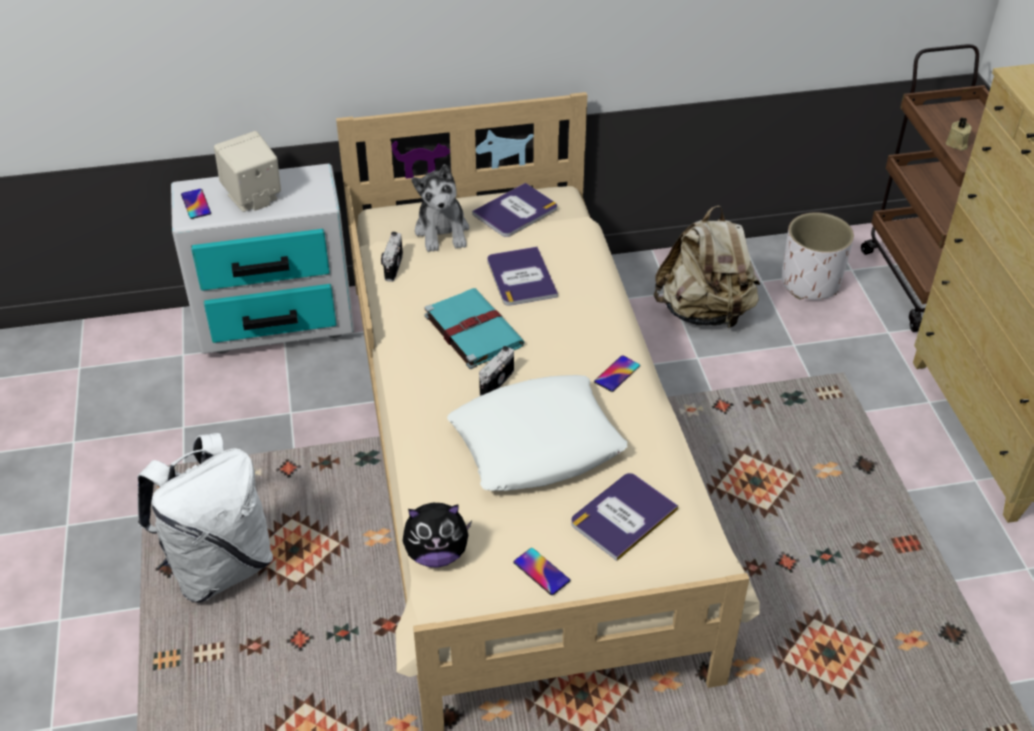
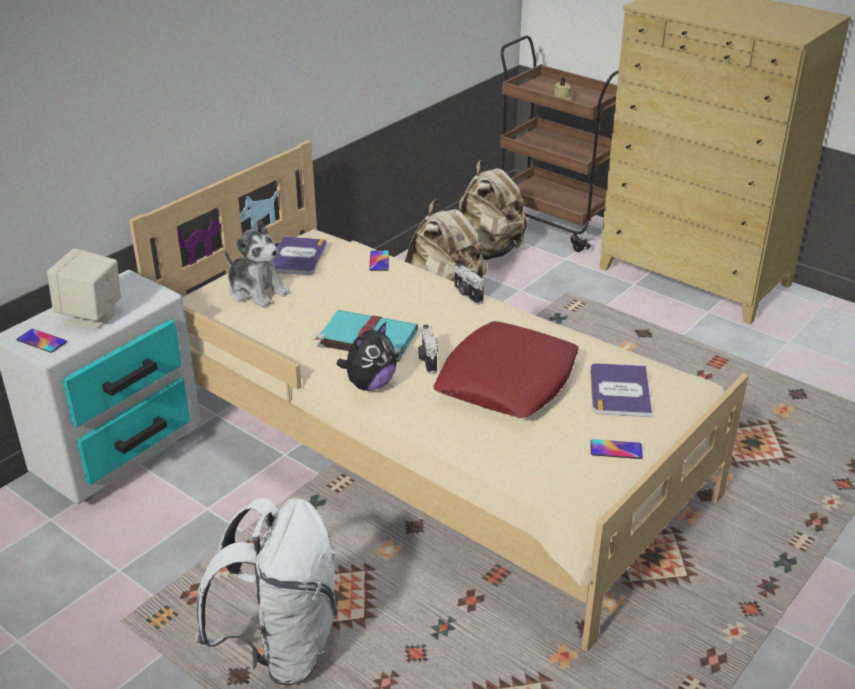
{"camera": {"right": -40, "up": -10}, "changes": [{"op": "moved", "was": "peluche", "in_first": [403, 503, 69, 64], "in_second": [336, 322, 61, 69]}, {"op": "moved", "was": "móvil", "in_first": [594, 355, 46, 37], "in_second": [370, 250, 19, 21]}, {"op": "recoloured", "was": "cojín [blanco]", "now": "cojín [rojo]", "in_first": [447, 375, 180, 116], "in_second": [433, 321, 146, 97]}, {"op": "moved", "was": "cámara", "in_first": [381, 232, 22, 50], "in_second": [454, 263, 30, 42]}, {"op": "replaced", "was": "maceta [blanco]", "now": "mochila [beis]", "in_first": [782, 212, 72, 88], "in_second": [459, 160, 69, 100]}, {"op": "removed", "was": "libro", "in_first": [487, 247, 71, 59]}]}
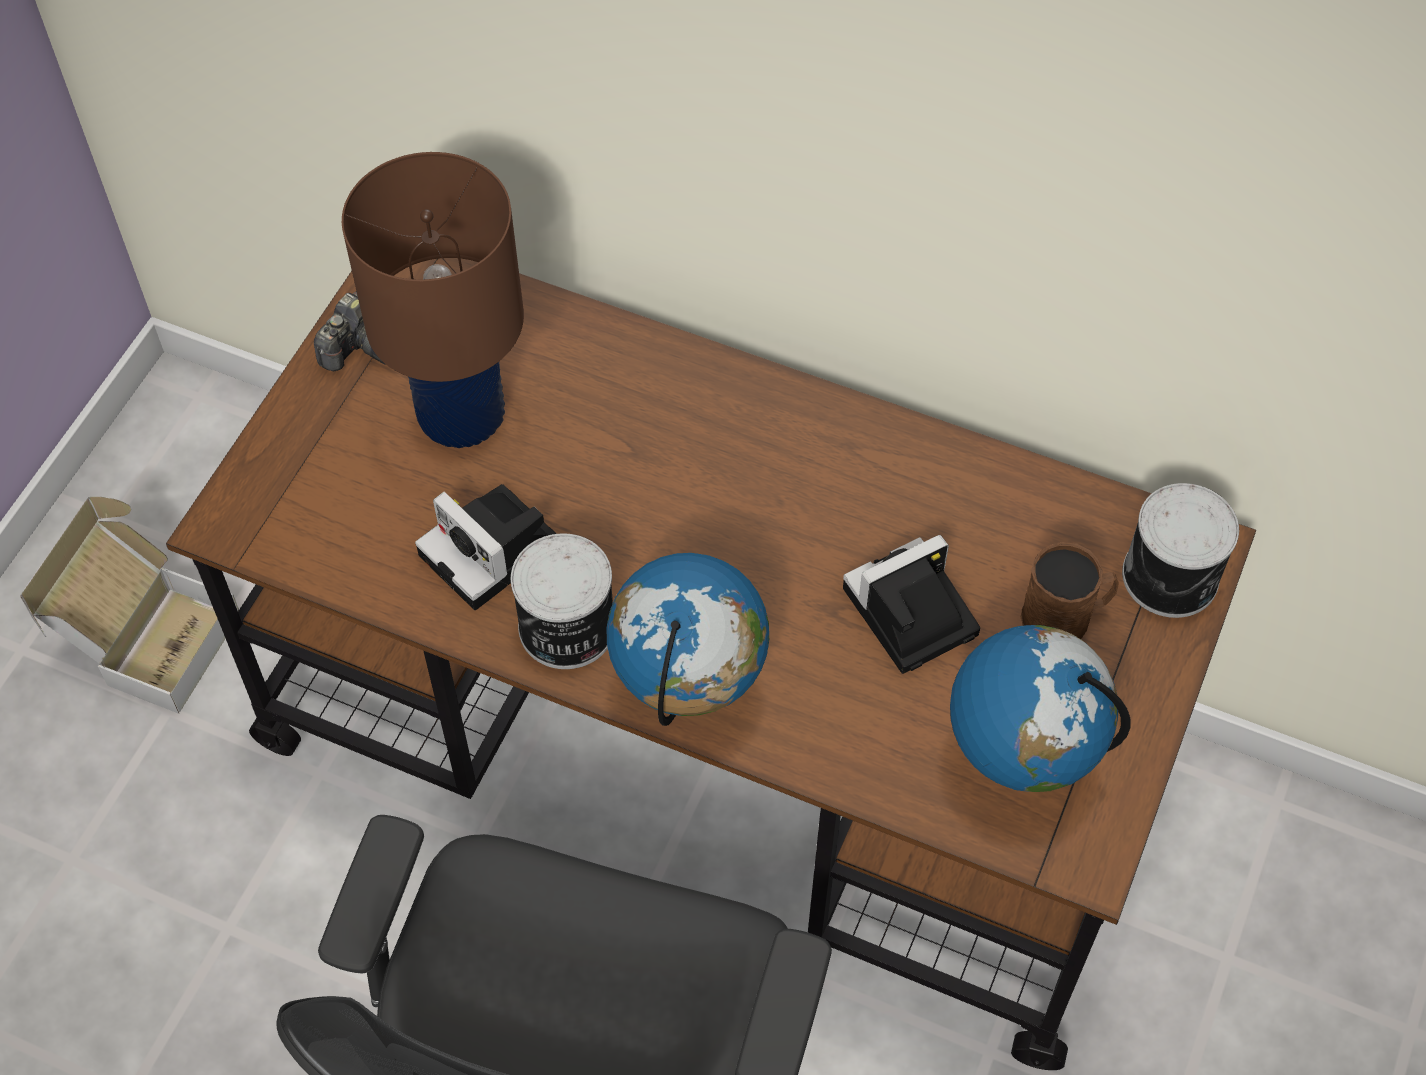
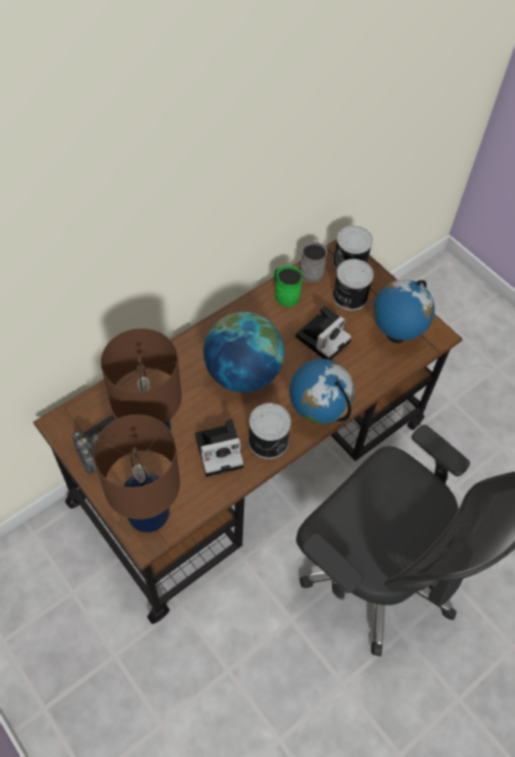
{"camera": {"right": -65, "up": 0}, "changes": [{"op": "added", "now": "lámpara de mesa [marrón]", "in_second": [93, 414, 87, 119]}, {"op": "added", "now": "globo terráqueo", "in_second": [203, 312, 81, 81]}, {"op": "added", "now": "taza grande [verde]", "in_second": [274, 265, 28, 42]}, {"op": "turned", "was": "cámara", "in_first": [843, 535, 137, 139], "in_second": [296, 305, 56, 55], "clockwise": -135}, {"op": "added", "now": "taza grande [gris]", "in_second": [300, 242, 27, 41]}, {"op": "replaced", "was": "taza grande [marrón]", "now": "lata", "in_first": [1021, 542, 97, 97], "in_second": [333, 259, 41, 51]}, {"op": "removed", "was": "caja de cartón", "in_first": [20, 497, 219, 217]}]}
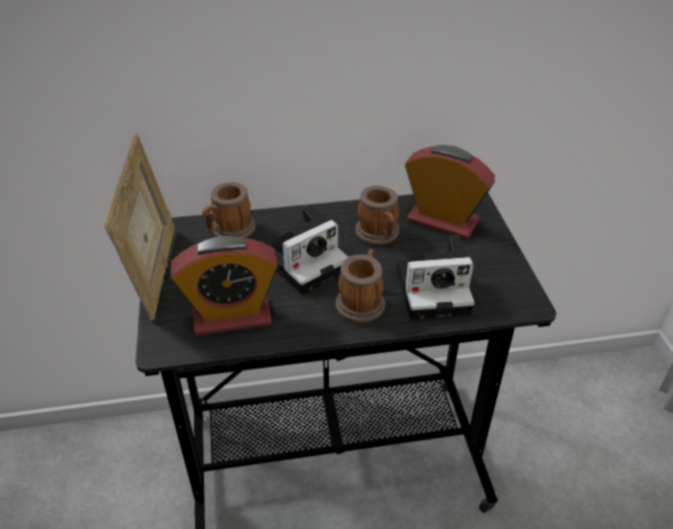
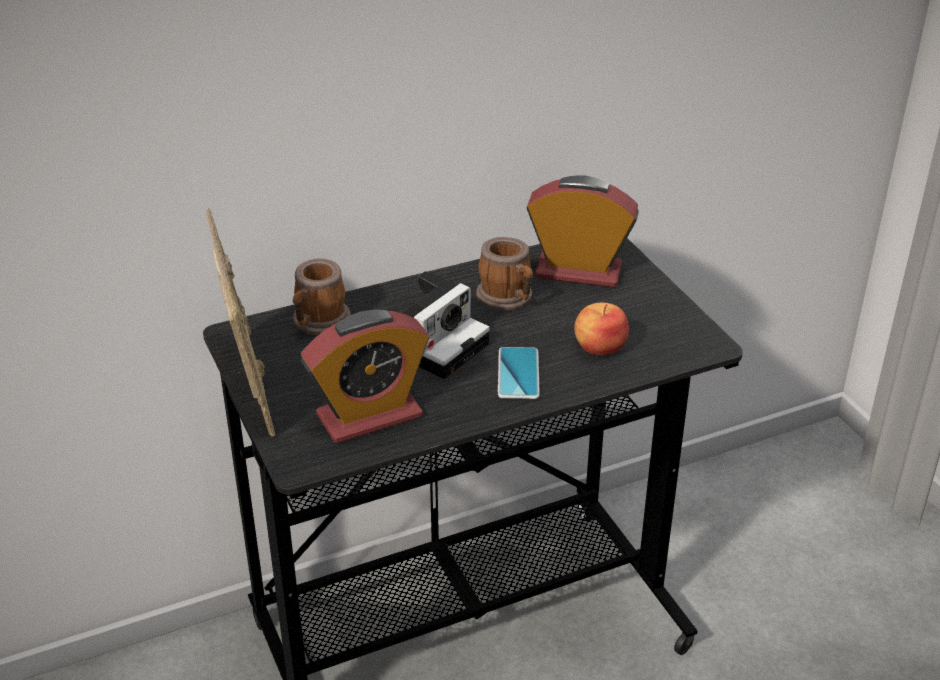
{"camera": {"right": -15, "up": -5}, "changes": [{"op": "replaced", "was": "taza grande", "now": "móvil", "in_first": [335, 249, 50, 74], "in_second": [498, 347, 42, 52]}, {"op": "replaced", "was": "cámara", "now": "manzana", "in_first": [397, 235, 78, 85], "in_second": [574, 303, 55, 52]}]}
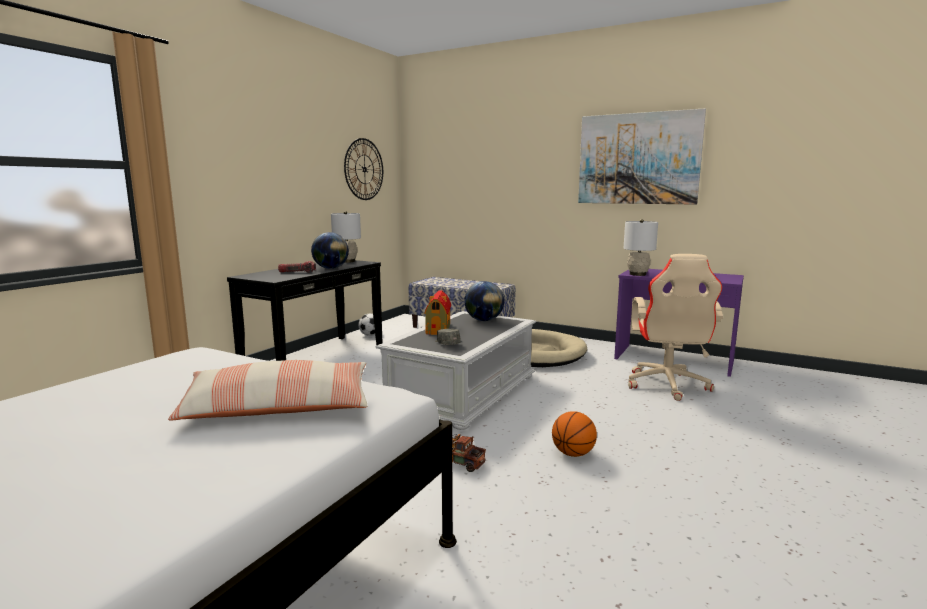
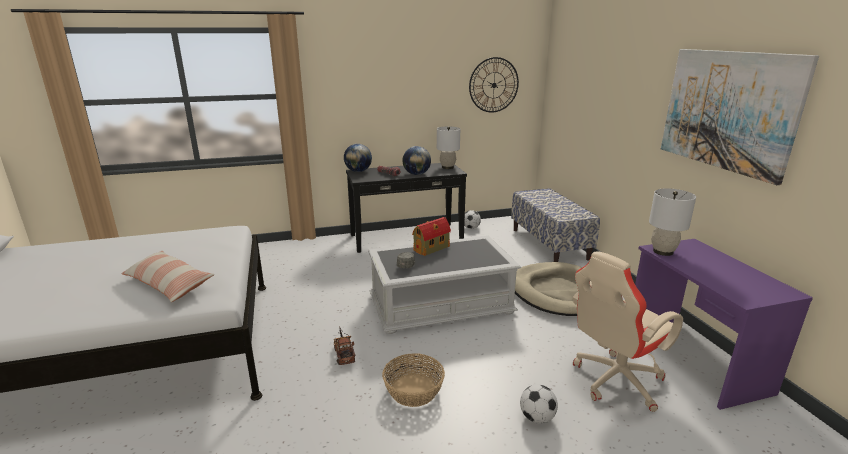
{"camera": {"right": 45, "up": 10}, "changes": [{"op": "moved", "was": "globo terráqueo", "in_first": [464, 281, 40, 40], "in_second": [344, 144, 28, 28]}, {"op": "replaced", "was": "balón de baloncesto", "now": "cesta", "in_first": [552, 411, 45, 46], "in_second": [382, 353, 63, 54]}, {"op": "added", "now": "balón de fútbol", "in_second": [520, 384, 38, 40]}]}
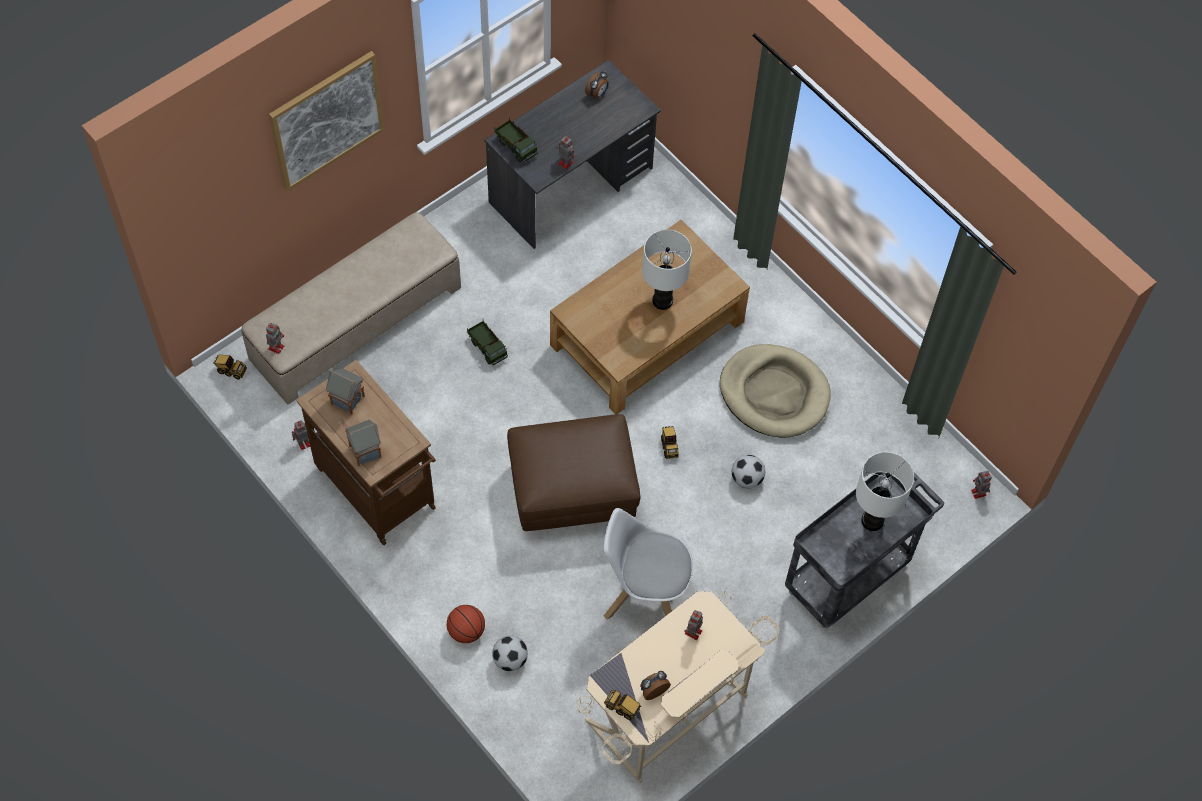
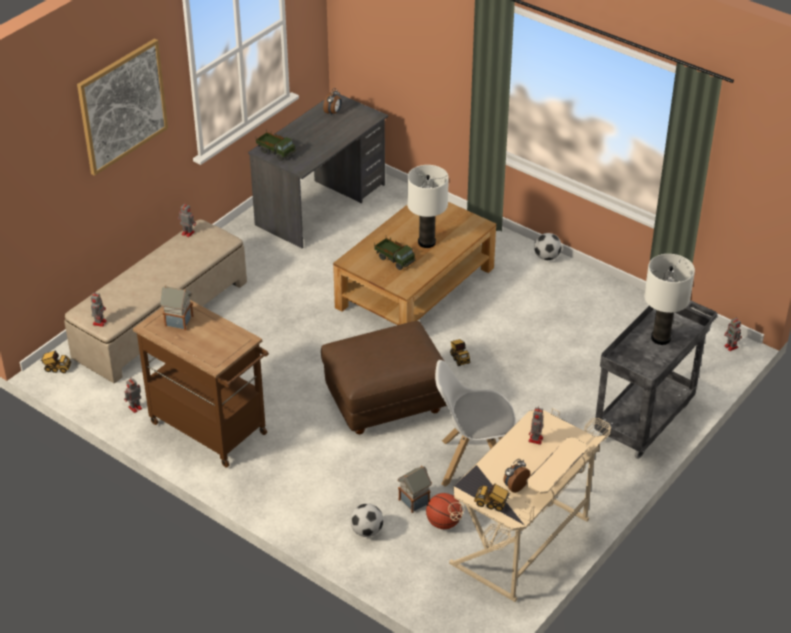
{"camera": {"right": -10, "up": -20}, "changes": [{"op": "moved", "was": "robot de juguete", "in_first": [556, 136, 20, 34], "in_second": [178, 204, 18, 33]}, {"op": "moved", "was": "camión de juguete", "in_first": [467, 321, 41, 44], "in_second": [374, 238, 42, 32]}, {"op": "moved", "was": "casita", "in_first": [345, 420, 37, 46], "in_second": [397, 465, 35, 48]}, {"op": "moved", "was": "balón de baloncesto", "in_first": [447, 605, 38, 38], "in_second": [426, 493, 36, 36]}, {"op": "moved", "was": "balón de fútbol", "in_first": [732, 455, 33, 33], "in_second": [534, 233, 28, 27]}, {"op": "removed", "was": "cama para perro [beis]", "in_first": [720, 344, 111, 93]}]}
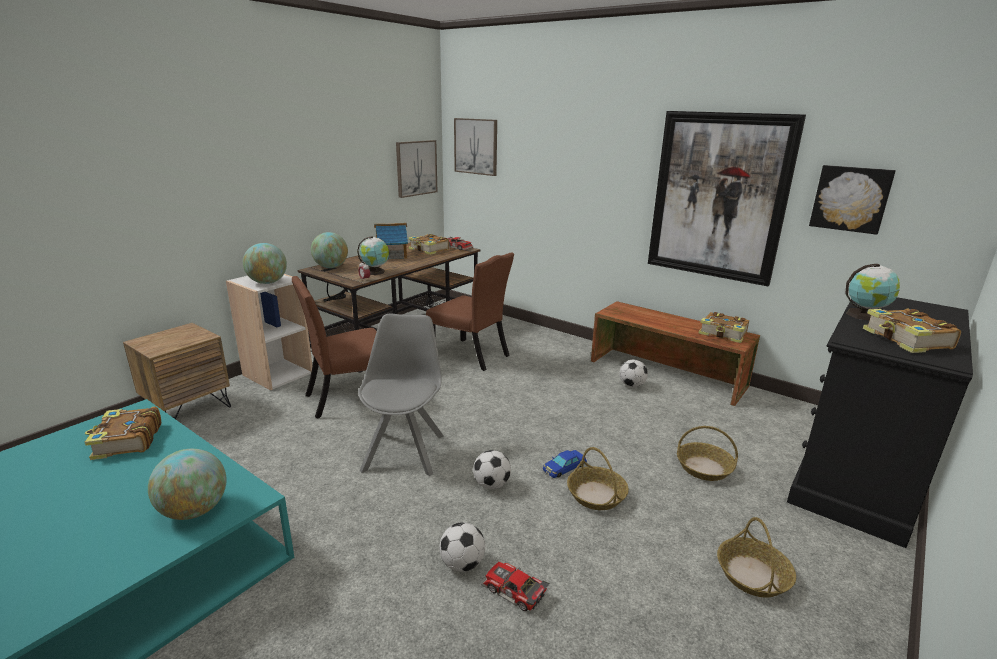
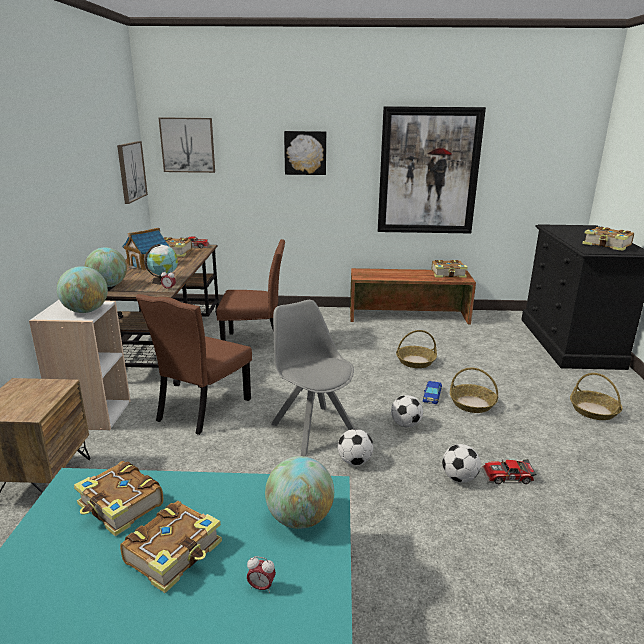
{"camera": {"right": -35, "up": 0}, "changes": [{"op": "added", "now": "libro", "in_second": [120, 501, 102, 92]}, {"op": "added", "now": "despertador", "in_second": [247, 556, 29, 37]}, {"op": "moved", "was": "cuadro", "in_first": [809, 165, 87, 70], "in_second": [284, 131, 42, 44]}, {"op": "moved", "was": "balón de fútbol", "in_first": [619, 360, 29, 27], "in_second": [338, 429, 35, 36]}, {"op": "moved", "was": "cesta", "in_first": [677, 426, 61, 55], "in_second": [396, 330, 41, 38]}, {"op": "removed", "was": "globo terráqueo", "in_first": [845, 264, 55, 57]}]}
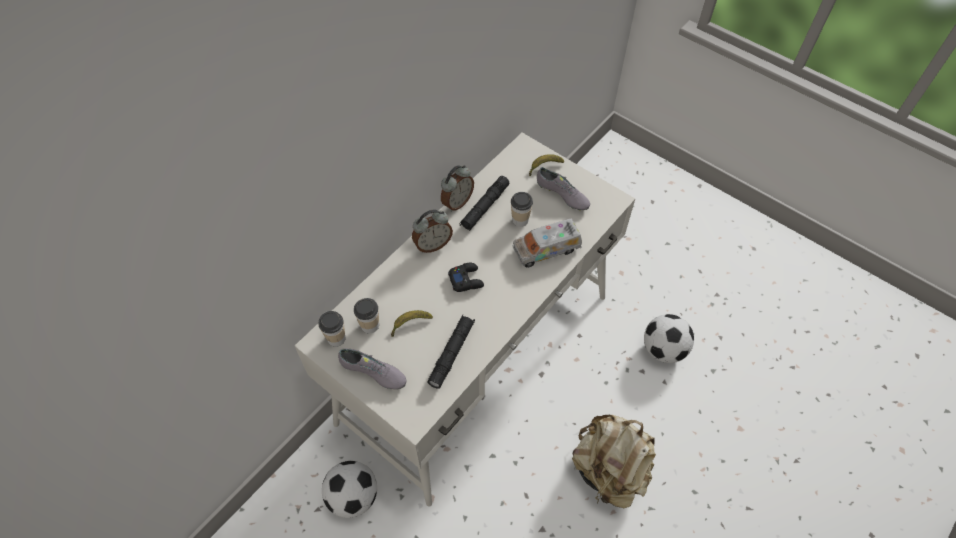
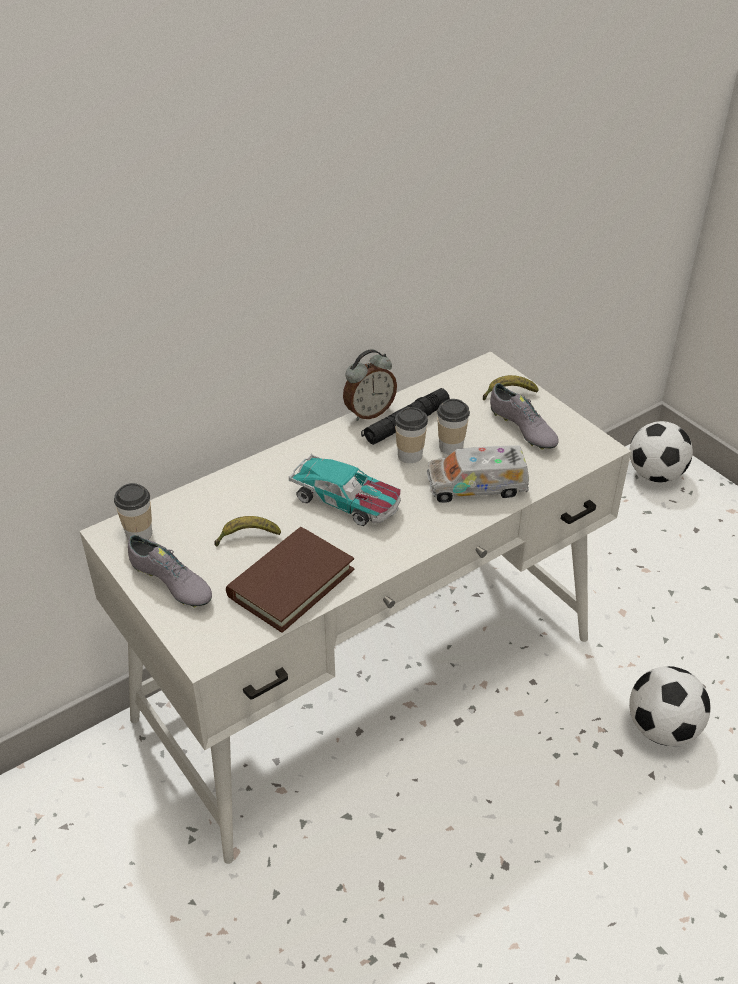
{"camera": {"right": 15, "up": -15}, "changes": [{"op": "replaced", "was": "linterna [negro]", "now": "libro [marrón]", "in_first": [427, 315, 48, 74], "in_second": [226, 527, 128, 106]}, {"op": "replaced", "was": "mando de consola [negro]", "now": "coche de juguete", "in_first": [448, 263, 36, 29], "in_second": [289, 454, 112, 72]}, {"op": "moved", "was": "taza", "in_first": [354, 298, 25, 35], "in_second": [395, 407, 33, 56]}, {"op": "moved", "was": "balón de fútbol", "in_first": [322, 461, 55, 57], "in_second": [629, 421, 64, 62]}, {"op": "removed", "was": "despertador", "in_first": [412, 210, 41, 43]}, {"op": "removed", "was": "mochila [beis]", "in_first": [572, 415, 84, 93]}]}
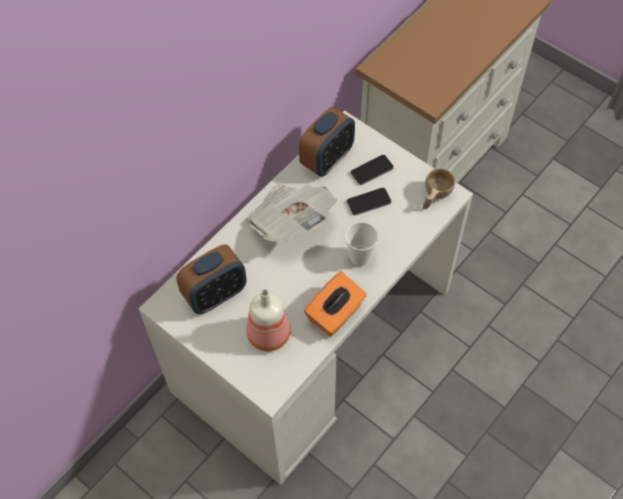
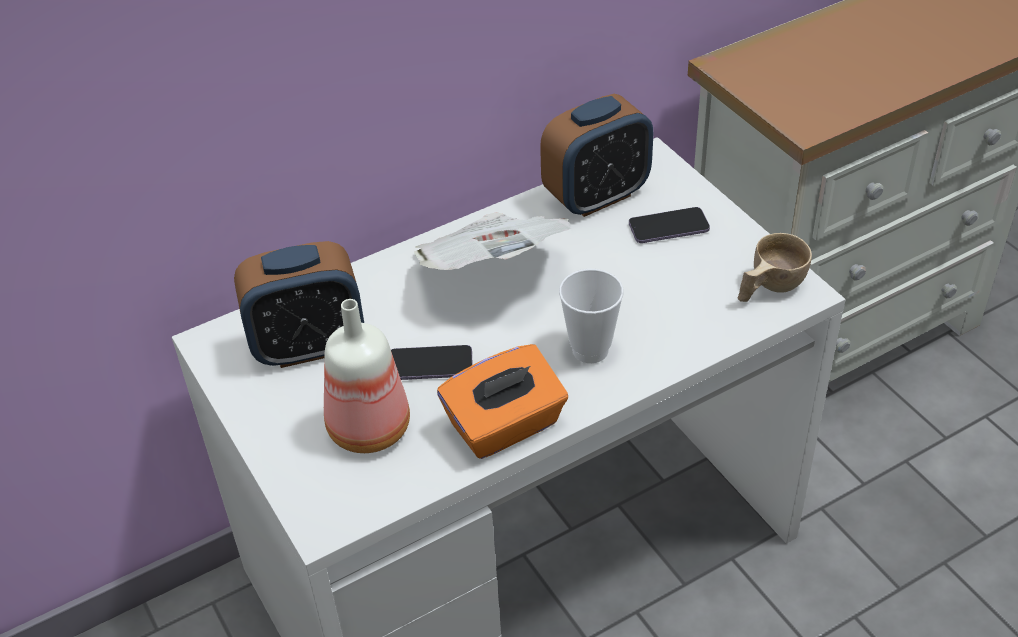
{"camera": {"right": 20, "up": -15}, "changes": [{"op": "moved", "was": "móvil", "in_first": [347, 188, 44, 27], "in_second": [391, 345, 81, 35]}]}
